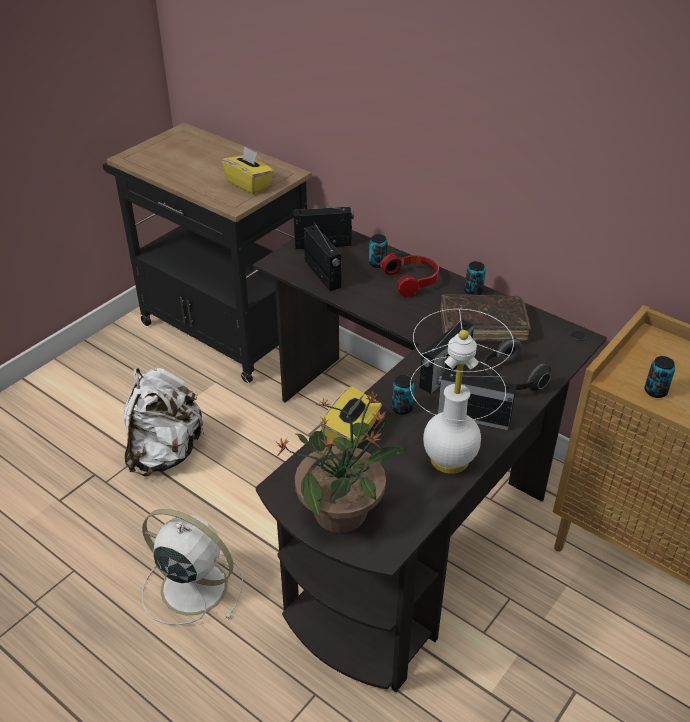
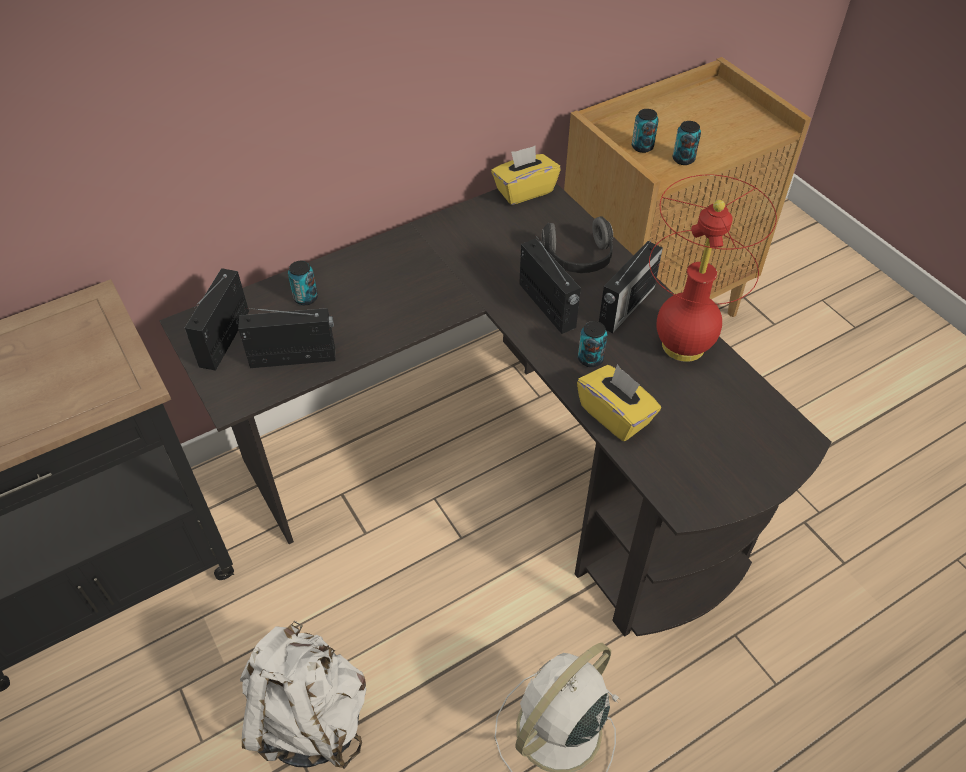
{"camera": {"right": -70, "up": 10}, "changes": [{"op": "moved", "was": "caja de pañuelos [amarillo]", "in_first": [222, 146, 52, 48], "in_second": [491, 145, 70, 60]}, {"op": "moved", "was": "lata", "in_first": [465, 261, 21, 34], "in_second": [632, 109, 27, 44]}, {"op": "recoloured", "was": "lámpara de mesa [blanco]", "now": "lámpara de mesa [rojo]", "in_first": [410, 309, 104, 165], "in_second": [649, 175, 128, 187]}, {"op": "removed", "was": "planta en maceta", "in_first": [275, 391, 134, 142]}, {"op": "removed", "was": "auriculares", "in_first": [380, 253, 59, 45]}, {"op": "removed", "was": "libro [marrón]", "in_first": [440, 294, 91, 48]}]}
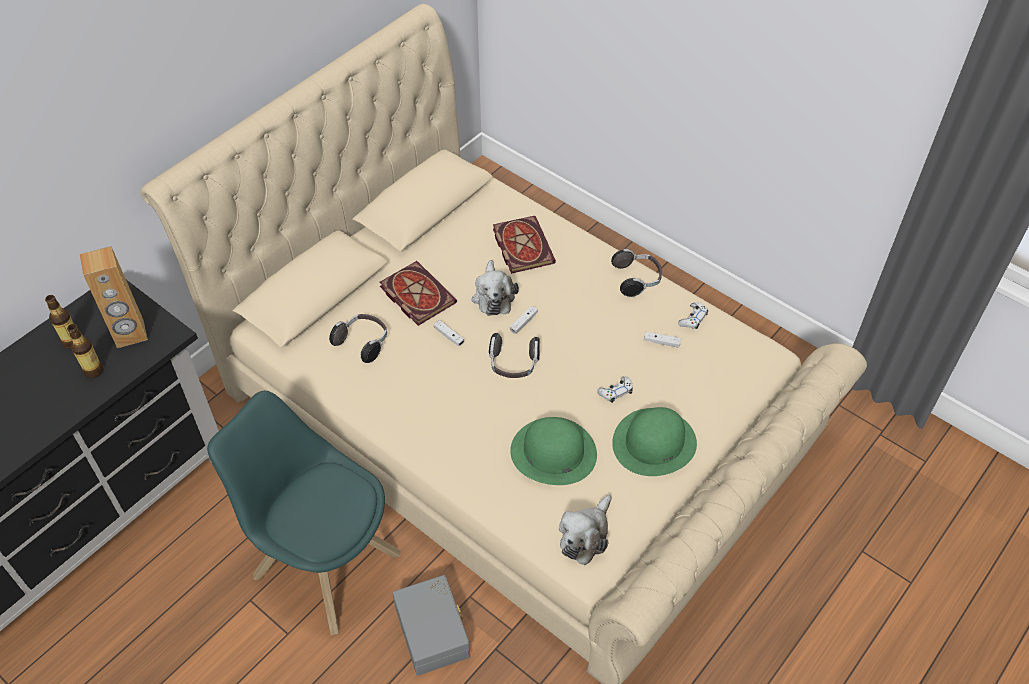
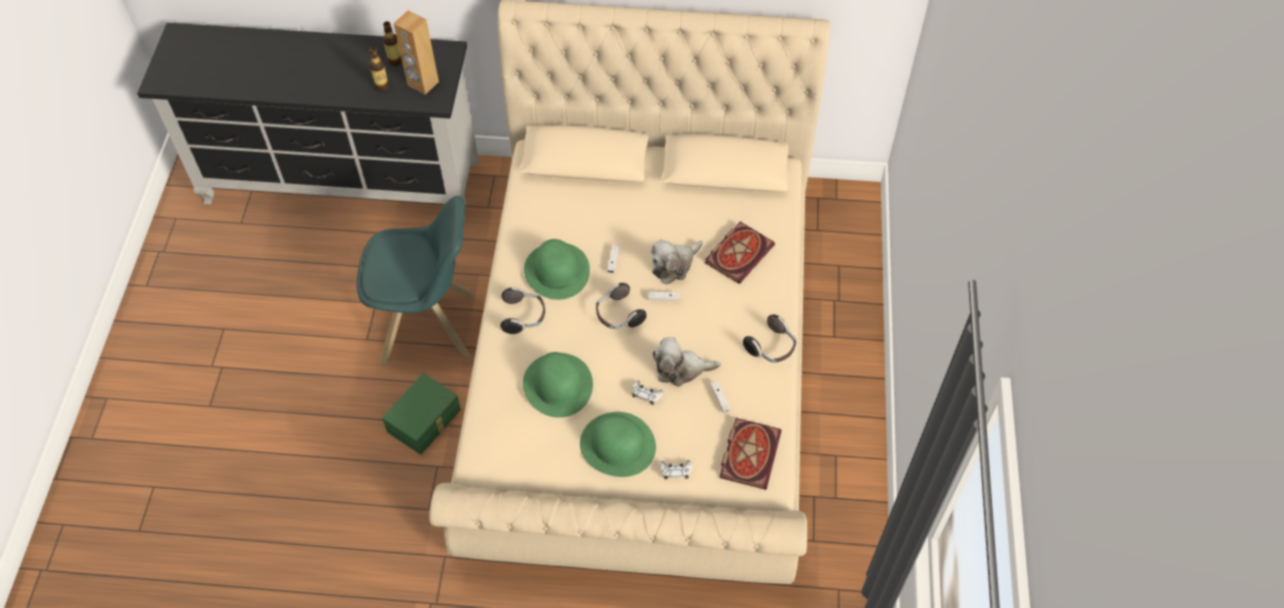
{"camera": {"right": 55, "up": 5}, "changes": [{"op": "turned", "was": "silla [turquesa]", "in_first": [207, 390, 193, 245], "in_second": [357, 196, 117, 169], "clockwise": 90}, {"op": "recoloured", "was": "caja de almacenaje [gris]", "now": "caja de almacenaje [verde]", "in_first": [392, 575, 78, 101], "in_second": [382, 373, 79, 81]}, {"op": "moved", "was": "auriculares", "in_first": [329, 314, 58, 49], "in_second": [500, 287, 45, 47]}, {"op": "added", "now": "sombrero [verde]", "in_second": [524, 239, 66, 61]}, {"op": "moved", "was": "peluche", "in_first": [559, 495, 53, 70], "in_second": [652, 337, 69, 50]}, {"op": "moved", "was": "mando de consola [blanco]", "in_first": [678, 302, 30, 27], "in_second": [659, 460, 33, 19]}, {"op": "moved", "was": "libro", "in_first": [379, 261, 78, 65], "in_second": [720, 418, 62, 72]}]}
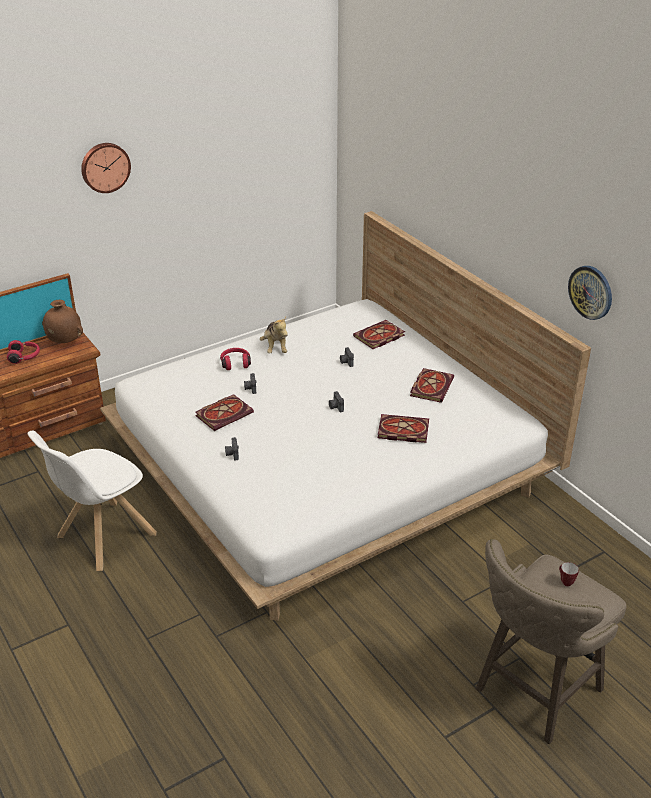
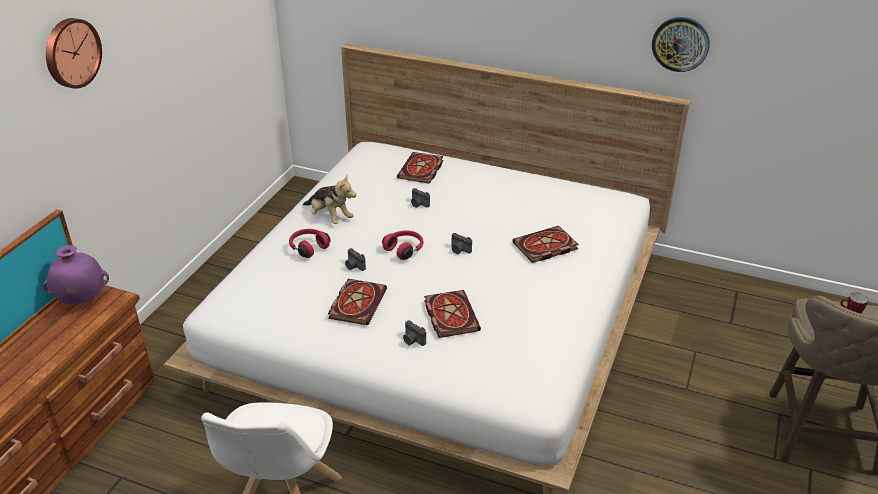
{"camera": {"right": -35, "up": 0}, "changes": [{"op": "recoloured", "was": "florero [marrón]", "now": "florero [morado]", "in_first": [42, 300, 41, 43], "in_second": [43, 245, 66, 59]}, {"op": "moved", "was": "auriculares [rojo]", "in_first": [7, 340, 33, 24], "in_second": [382, 230, 41, 30]}, {"op": "moved", "was": "libro", "in_first": [410, 368, 44, 35], "in_second": [424, 290, 57, 48]}]}
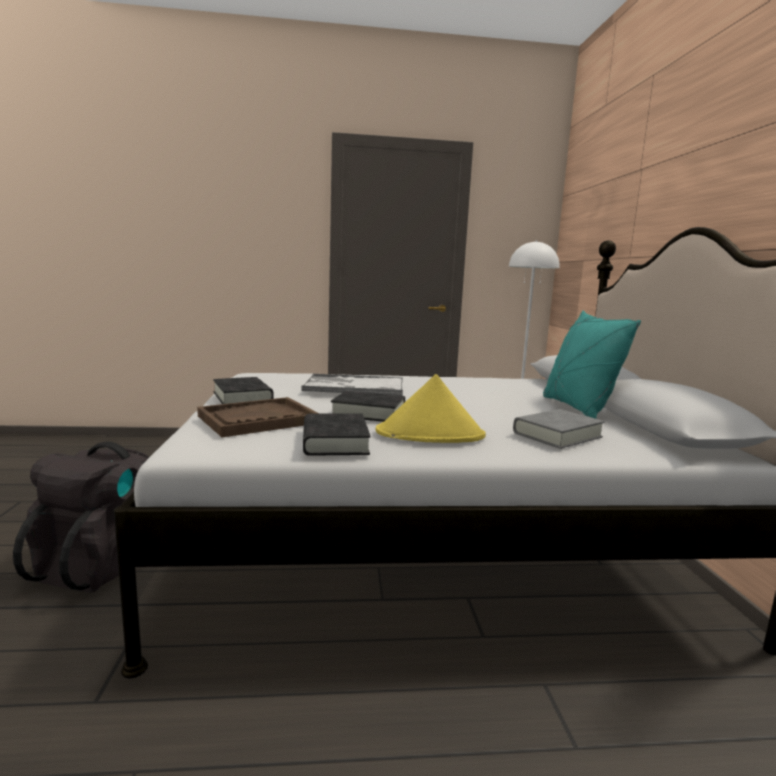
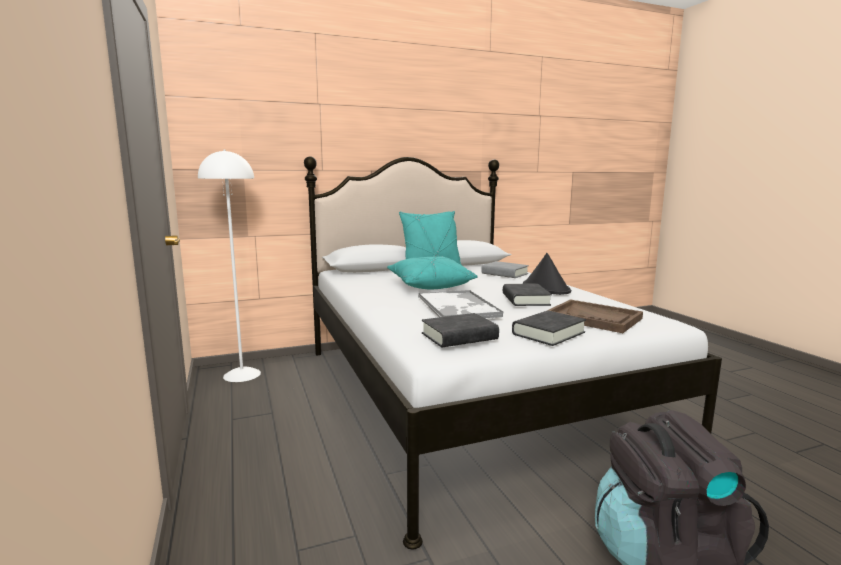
{"camera": {"right": -105, "up": 0}, "changes": [{"op": "added", "now": "cojín [turquesa]", "in_second": [387, 256, 91, 33]}, {"op": "moved", "was": "libro [negro]", "in_first": [303, 413, 68, 43], "in_second": [422, 313, 77, 34]}, {"op": "recoloured", "was": "sombrero [amarillo]", "now": "sombrero [negro]", "in_first": [376, 374, 110, 69], "in_second": [523, 253, 48, 42]}]}
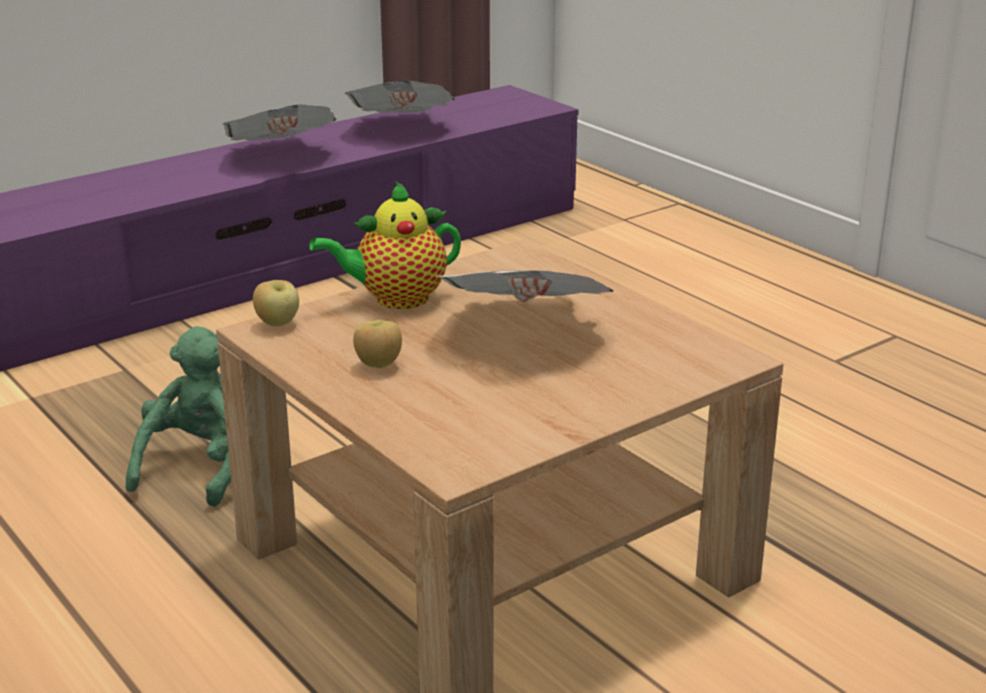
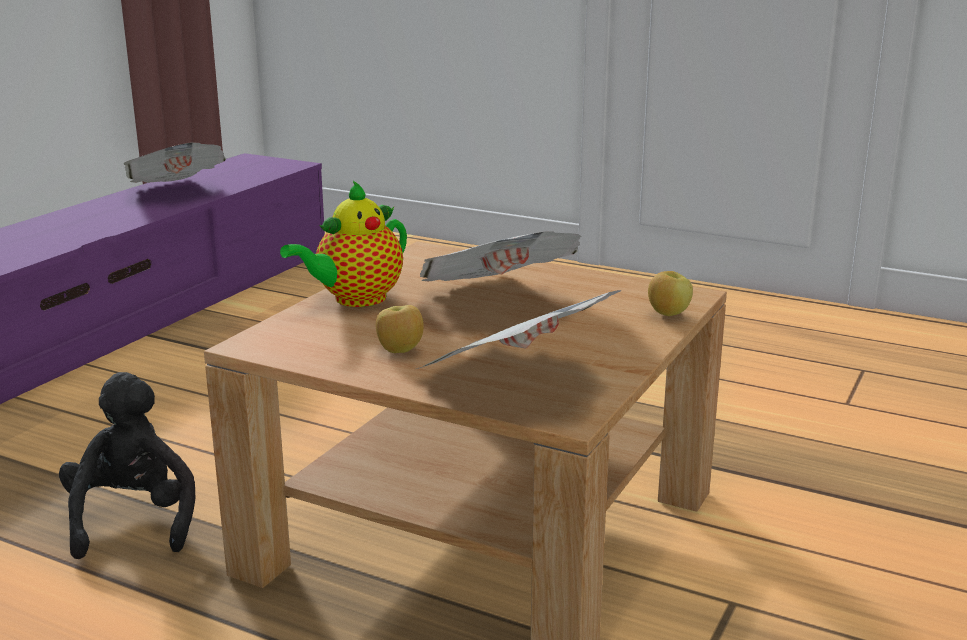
{"camera": {"right": -25, "up": -5}, "changes": [{"op": "recoloured", "was": "peluche [verde]", "now": "peluche [negro]", "in_first": [126, 326, 105, 181], "in_second": [59, 372, 136, 187]}, {"op": "moved", "was": "periódico", "in_first": [223, 105, 113, 36], "in_second": [417, 290, 204, 79]}, {"op": "moved", "was": "manzana", "in_first": [253, 280, 46, 46], "in_second": [648, 271, 45, 45]}]}
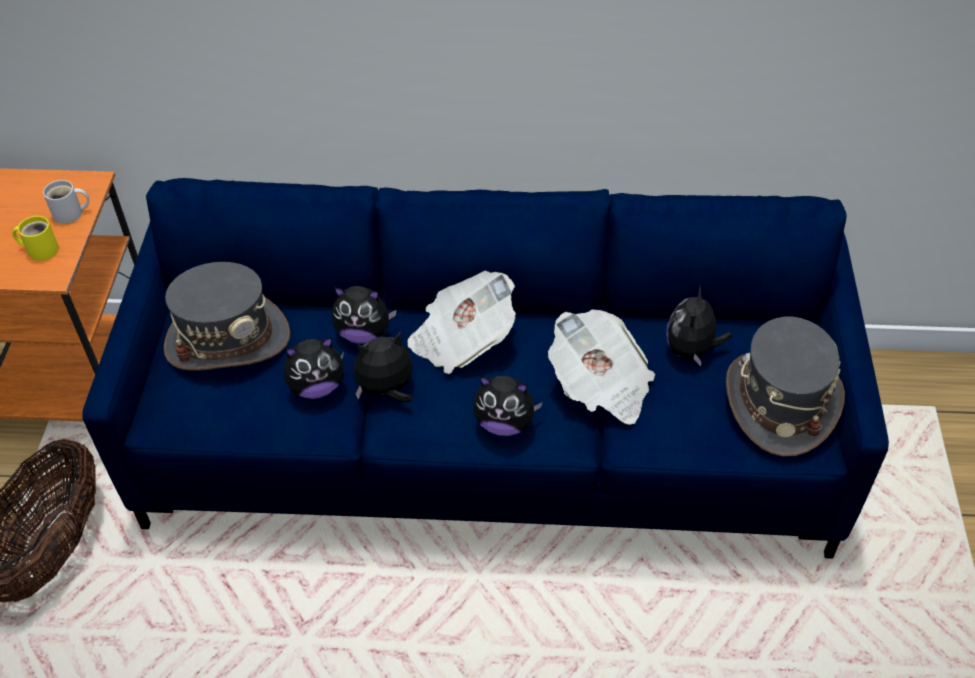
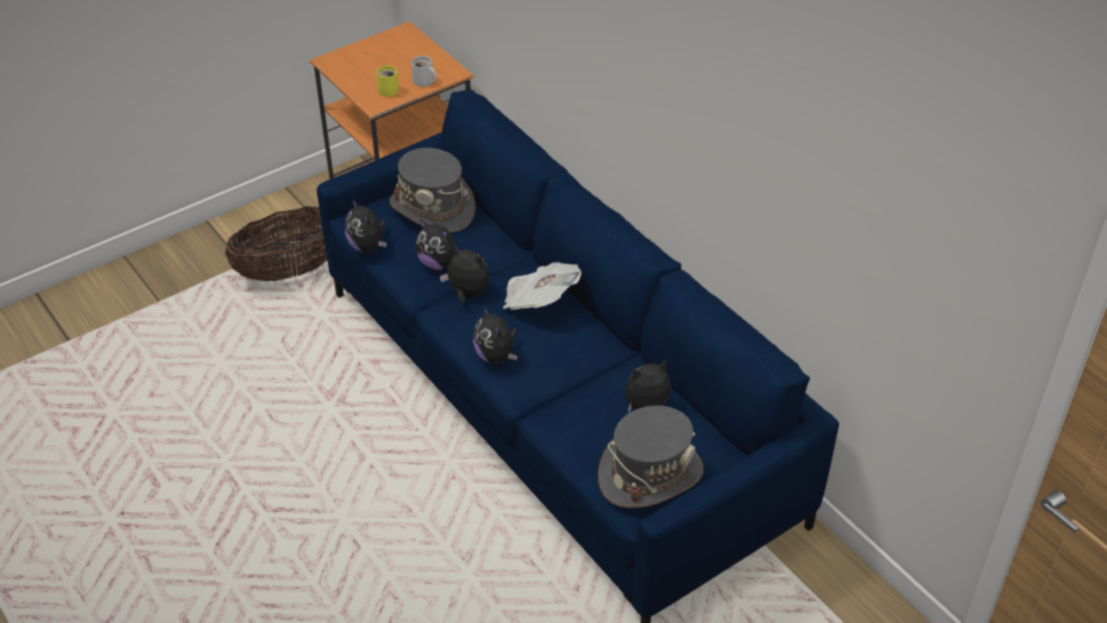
{"camera": {"right": 50, "up": -5}, "changes": [{"op": "moved", "was": "peluche", "in_first": [332, 286, 65, 58], "in_second": [345, 198, 42, 55]}, {"op": "removed", "was": "periódico", "in_first": [548, 309, 107, 116]}]}
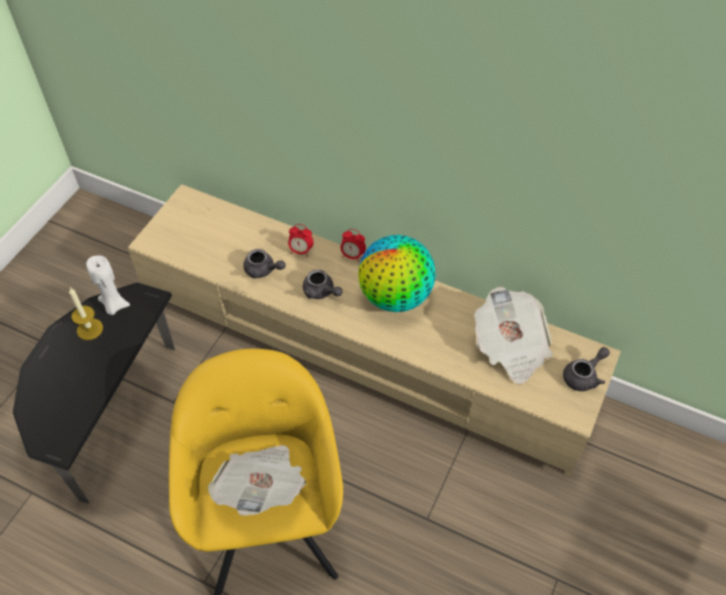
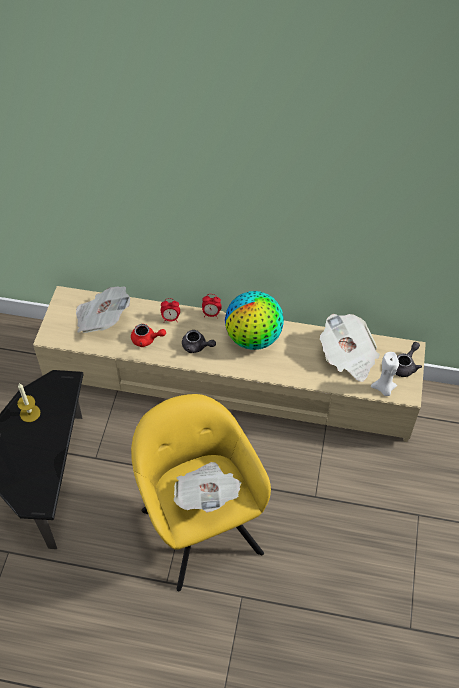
{"camera": {"right": -15, "up": 0}, "changes": [{"op": "added", "now": "periódico", "in_second": [76, 286, 54, 47]}, {"op": "recoloured", "was": "tetera [gris]", "now": "tetera [rojo]", "in_first": [243, 249, 43, 29], "in_second": [131, 324, 35, 23]}, {"op": "moved", "was": "vela [blanco]", "in_first": [86, 255, 44, 60], "in_second": [371, 352, 28, 44]}]}
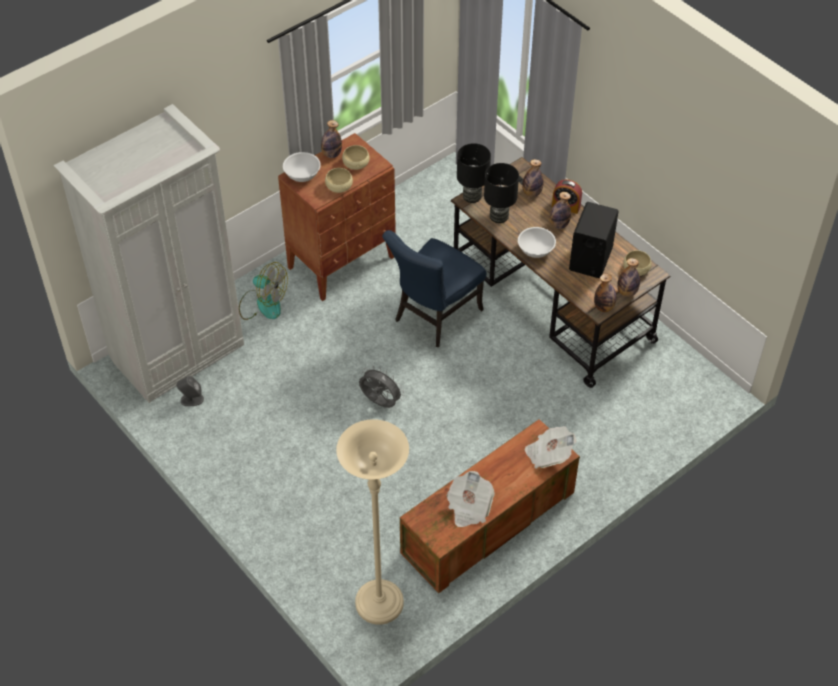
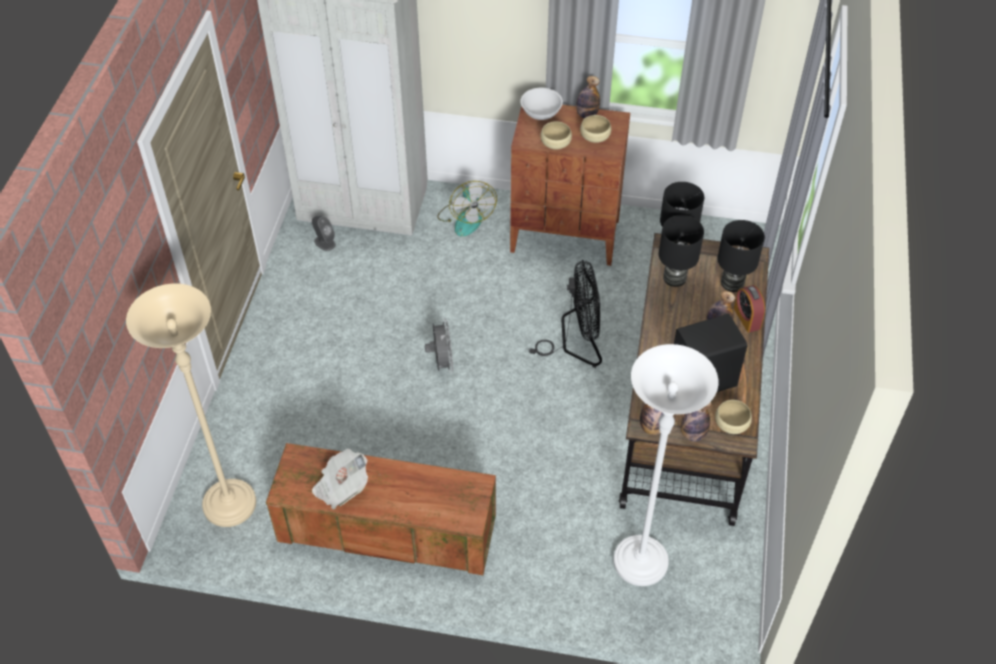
{"camera": {"right": 50, "up": 0}, "changes": [{"op": "replaced", "was": "silla [azul]", "now": "ventilador [negro]", "in_first": [382, 230, 104, 117], "in_second": [528, 260, 74, 108]}, {"op": "added", "now": "lámpara de pie [blanco]", "in_second": [613, 344, 105, 242]}, {"op": "replaced", "was": "botella", "now": "lámpara de mesa [negro]", "in_first": [522, 159, 22, 38], "in_second": [717, 220, 48, 72]}, {"op": "removed", "was": "cuenco [blanco]", "in_first": [518, 227, 38, 31]}, {"op": "removed", "was": "periódico", "in_first": [525, 426, 51, 43]}]}
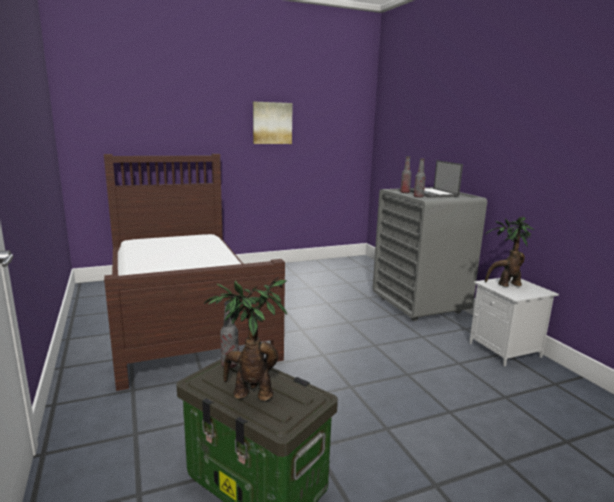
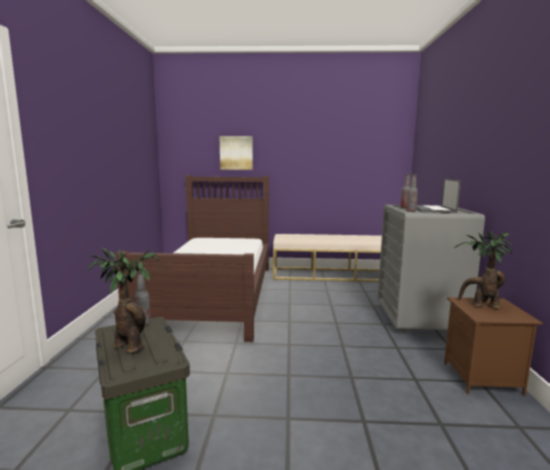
{"camera": {"right": 25, "up": -5}, "changes": [{"op": "moved", "was": "cuadro", "in_first": [253, 102, 40, 42], "in_second": [219, 136, 34, 34]}, {"op": "added", "now": "banco [beis]", "in_second": [273, 234, 109, 48]}, {"op": "recoloured", "was": "mesita de noche [gris]", "now": "mesita de noche [marrón]", "in_first": [469, 277, 90, 89], "in_second": [444, 297, 99, 99]}]}
